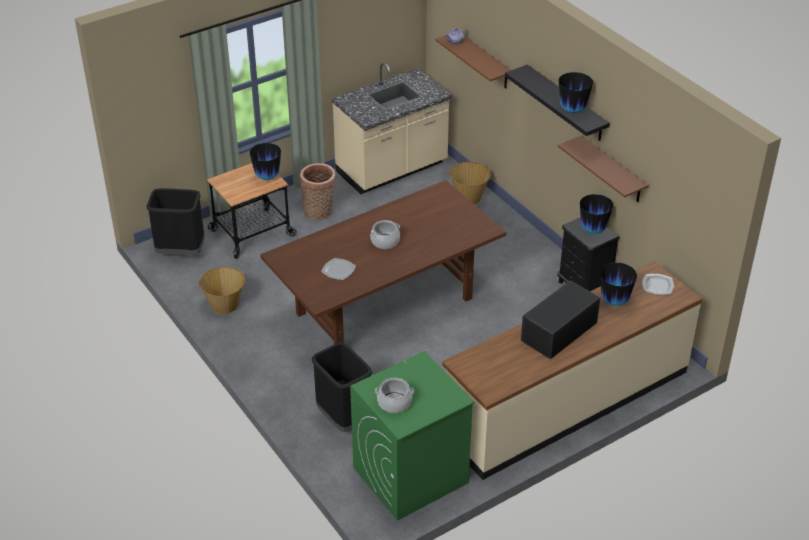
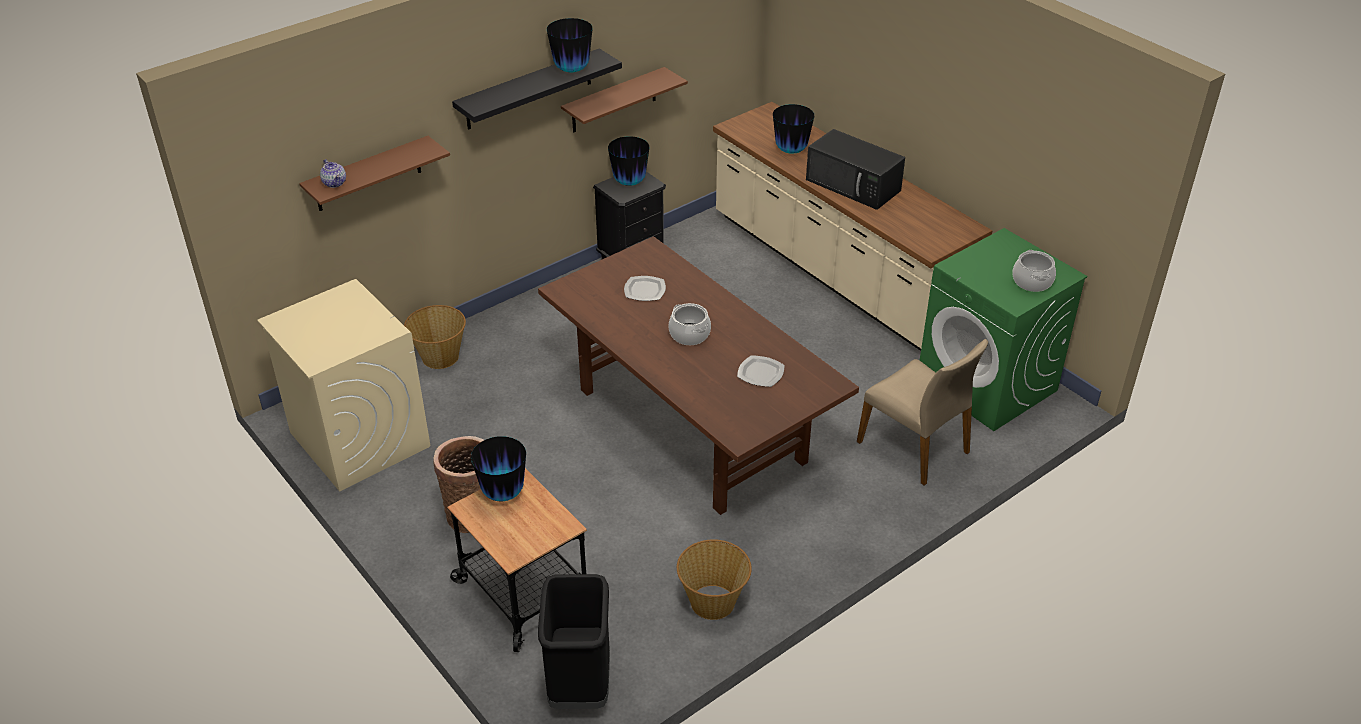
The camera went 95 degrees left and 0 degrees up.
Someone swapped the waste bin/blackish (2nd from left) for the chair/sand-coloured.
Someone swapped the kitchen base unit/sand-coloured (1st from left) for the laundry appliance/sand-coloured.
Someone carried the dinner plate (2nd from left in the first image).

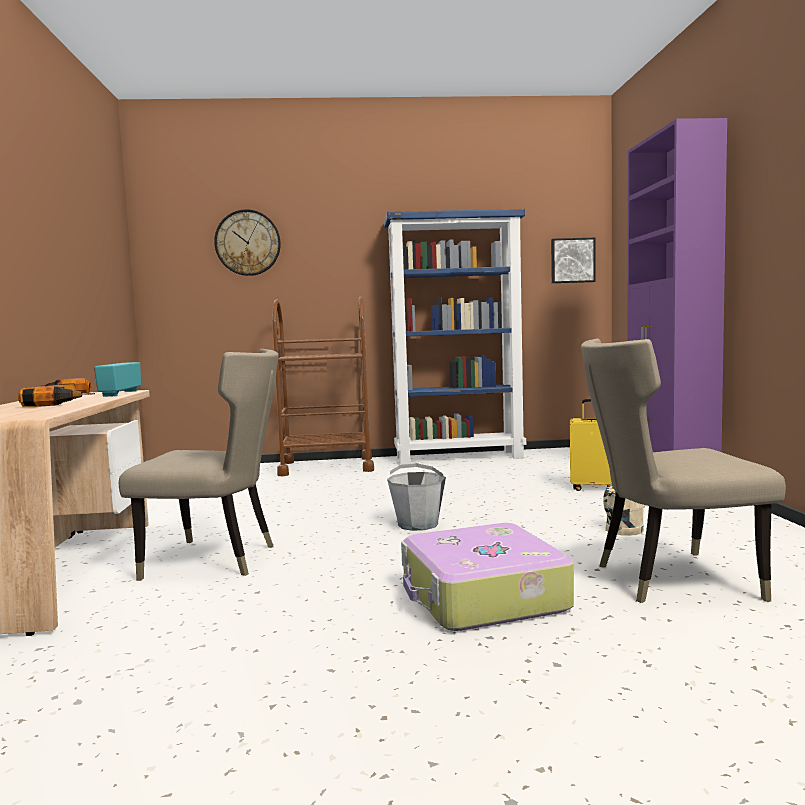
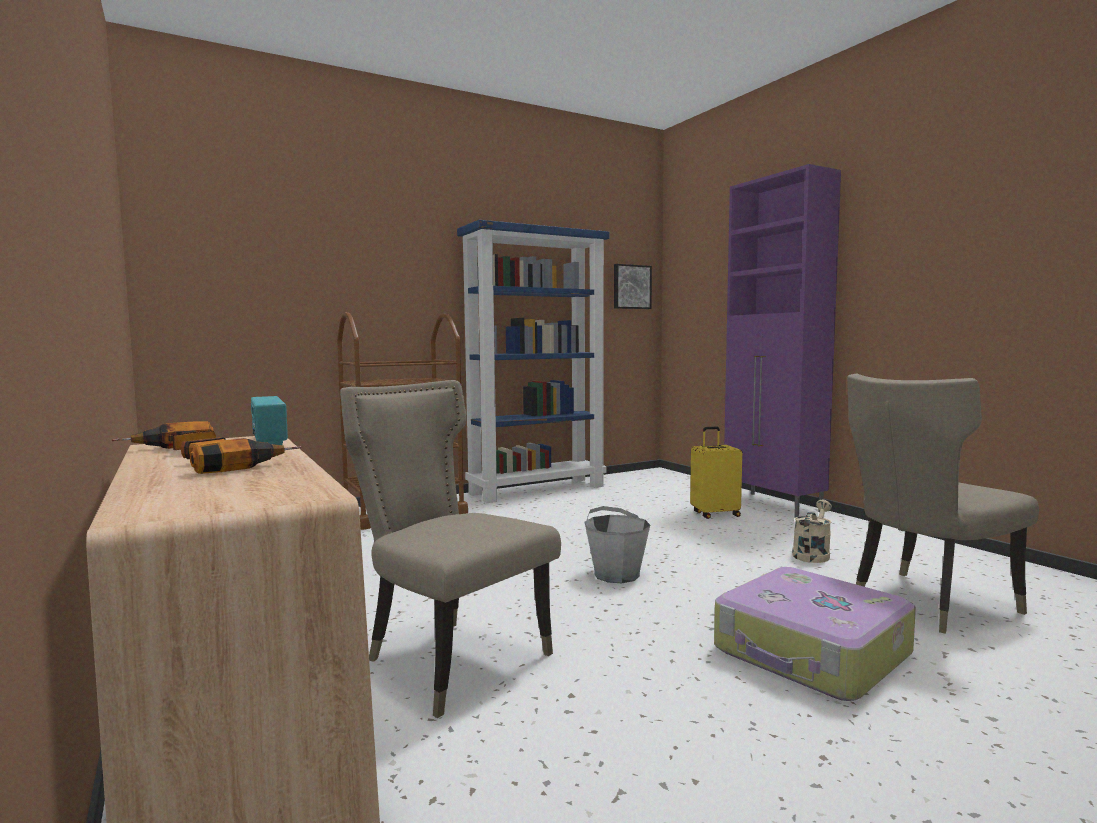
The camera went 25 degrees left and 0 degrees up.
Someone rotated the chair/sand-coloured (1st from left) by 120 degrees counterclockwise.
Someone took away the hanging clock.

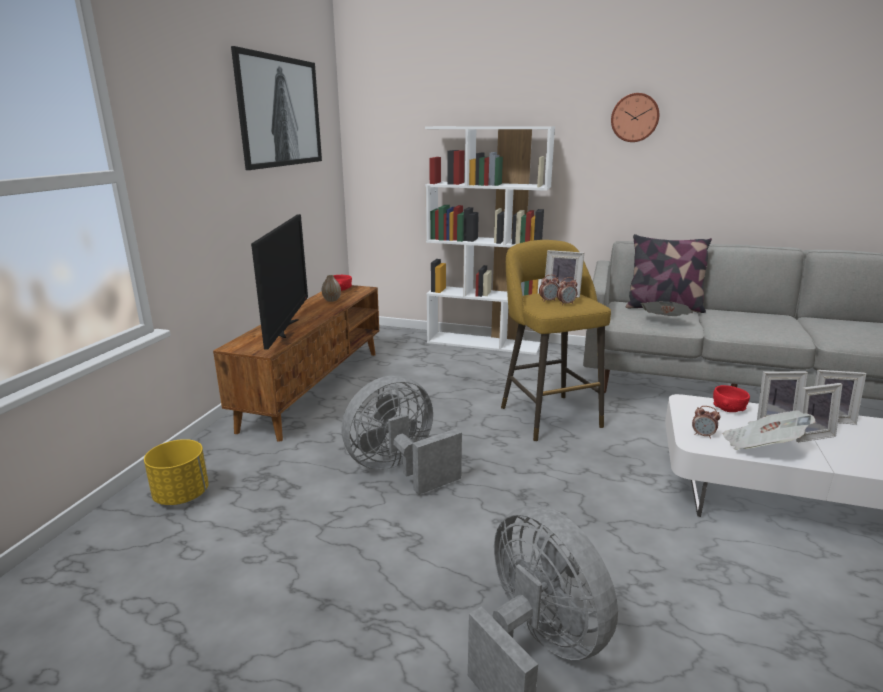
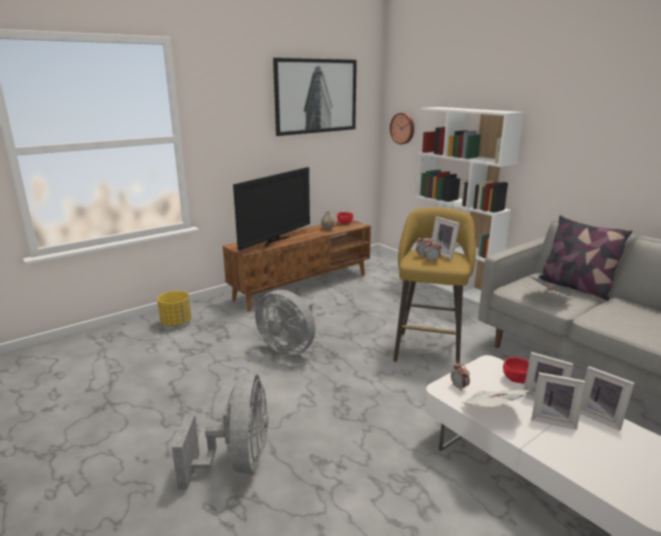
The camera went 35 degrees right and 0 degrees up.
Someone rotated the cooling fan/grey (1st from left in the first image) by 150 degrees counterclockwise.
Someone carried the hanging clock.

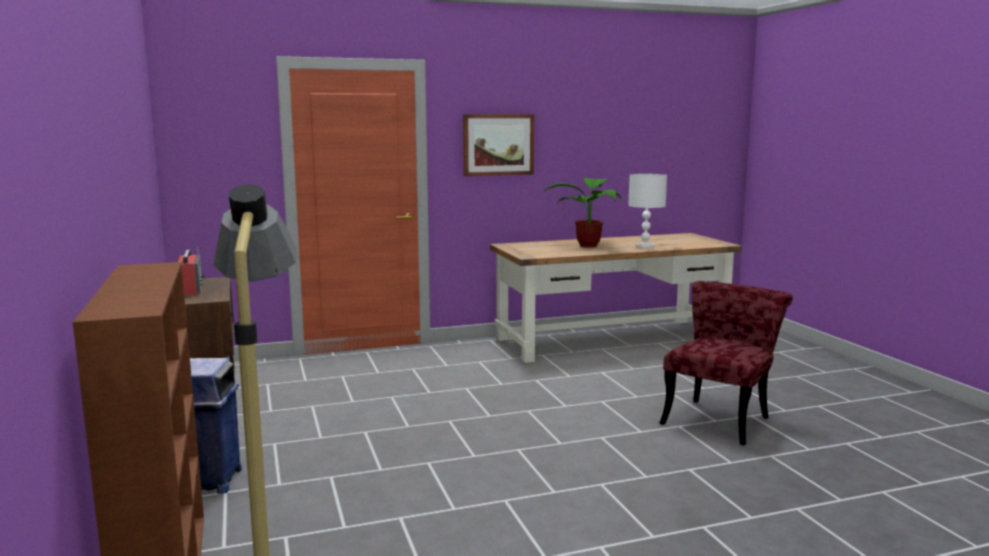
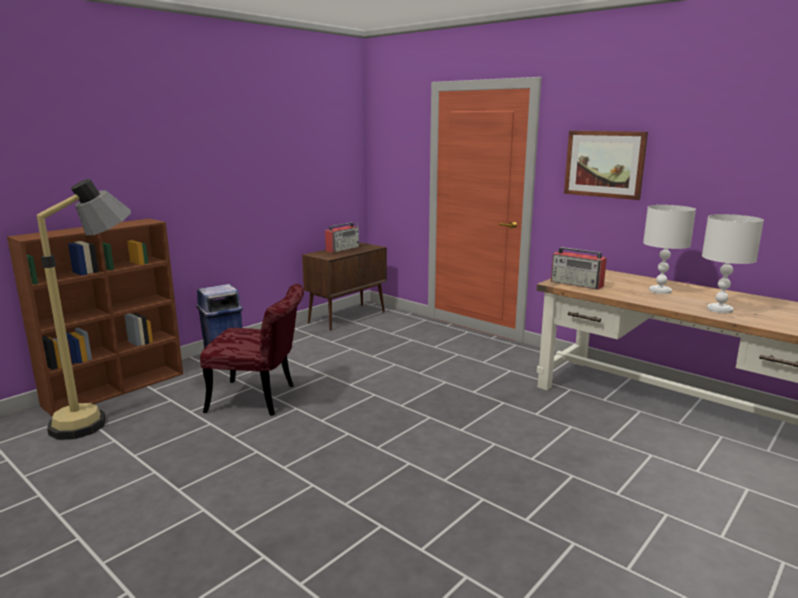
The camera went 60 degrees right and 5 degrees up.
Someone swapped the plant in a pot for the tabletop lamp/white-coloured (1st from left).
Someone carried the chair/red.
Someone put down the radio set (2nd from left).

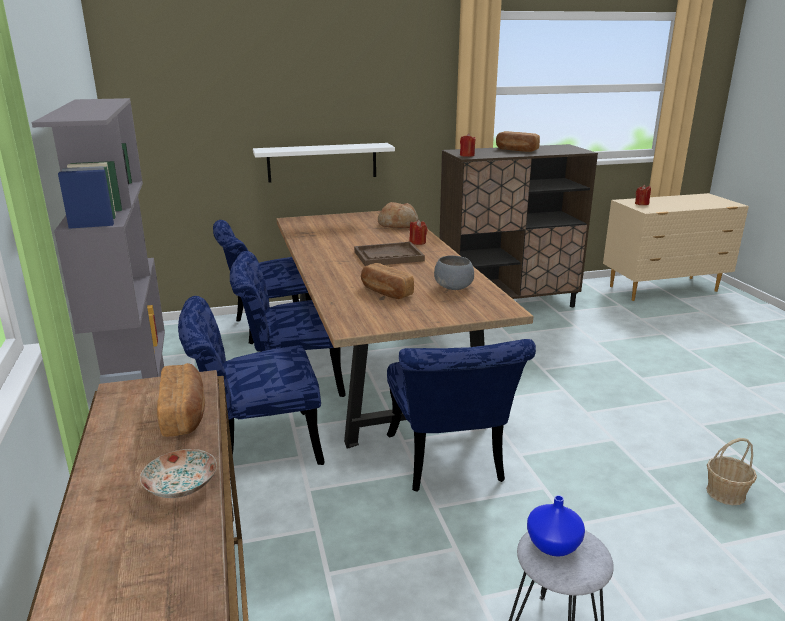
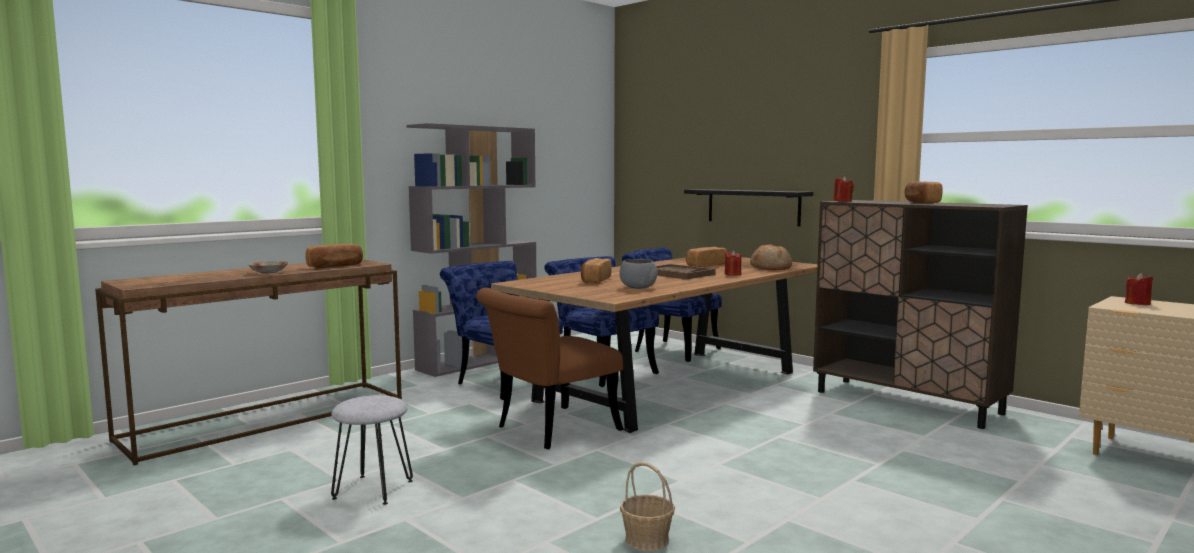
The camera went 60 degrees right and 15 degrees down.
Someone repainted the bracket shelf/white-coloured, which became the bracket shelf/blackish.
Someone repainted the chair/bluish (4th from left), which became the chair/brownish.
Someone took away the decorative vase/bluish.
Someone put down the bread (3rd from left).

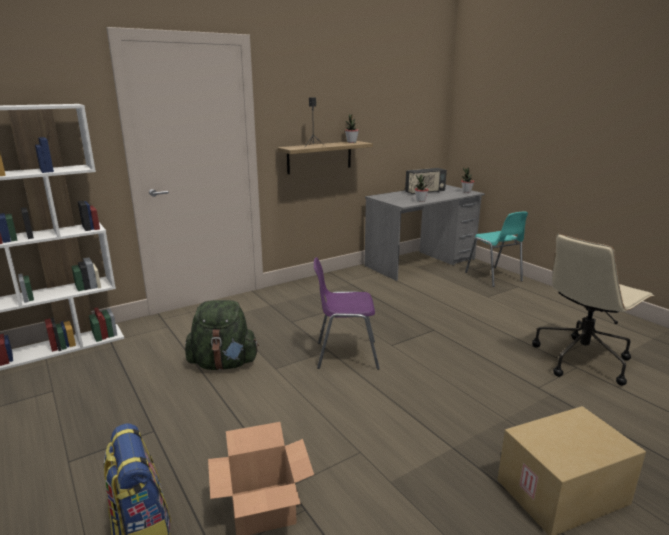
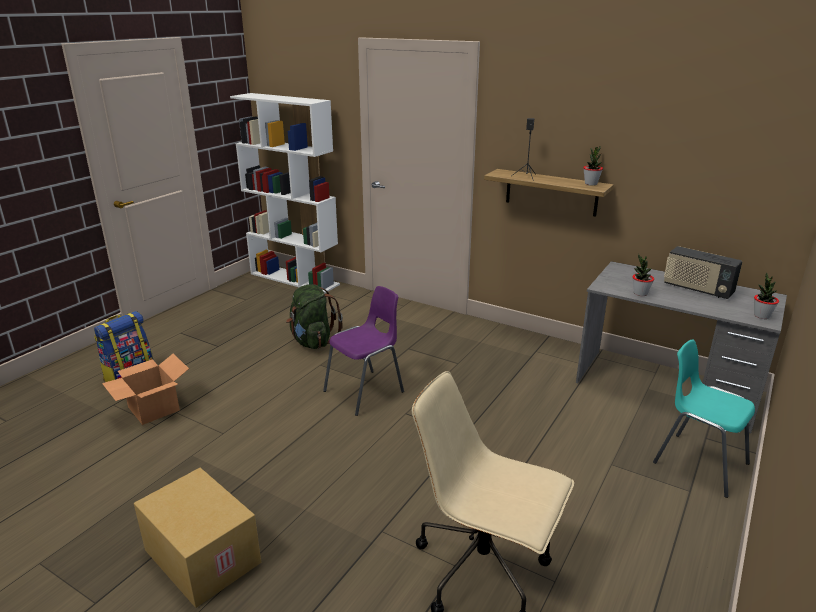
The camera went 65 degrees right and 5 degrees up.
Someone rotated the chair/purple-coloured by 75 degrees clockwise.
Someone rotated the chair/blue-green by 90 degrees clockwise.

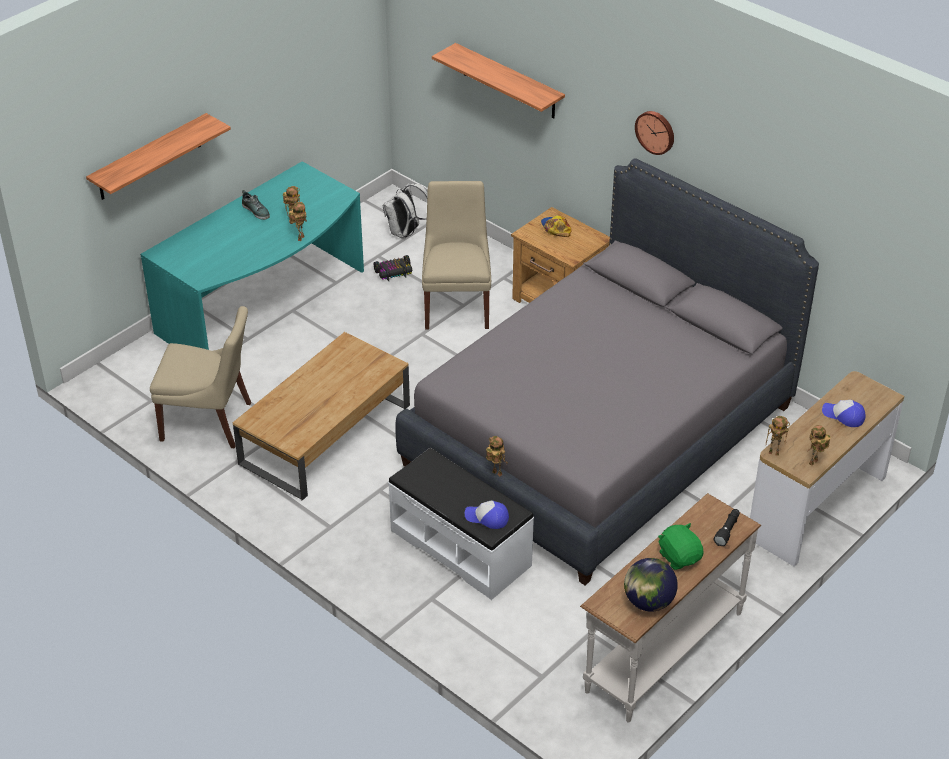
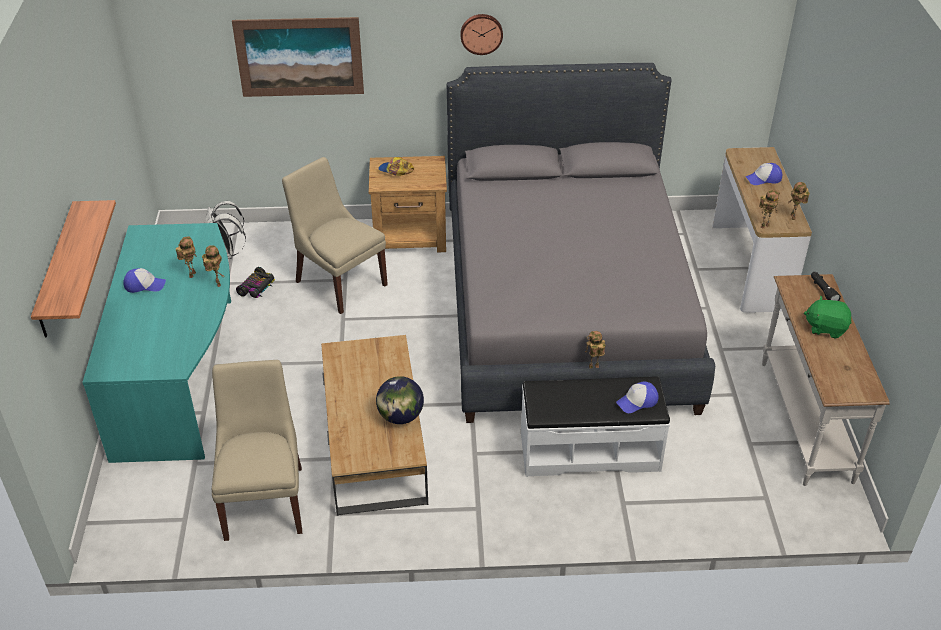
The camera went 45 degrees left and 0 degrees up.
Someone rotated the chair/sand-coloured (1st from left) by 60 degrees counterclockwise.
Someone swapped the low shoe for the baseball cap (1st from left).
Someone swapped the bracket shelf (2nd from left) for the wall art.
Someone carried the world globe.

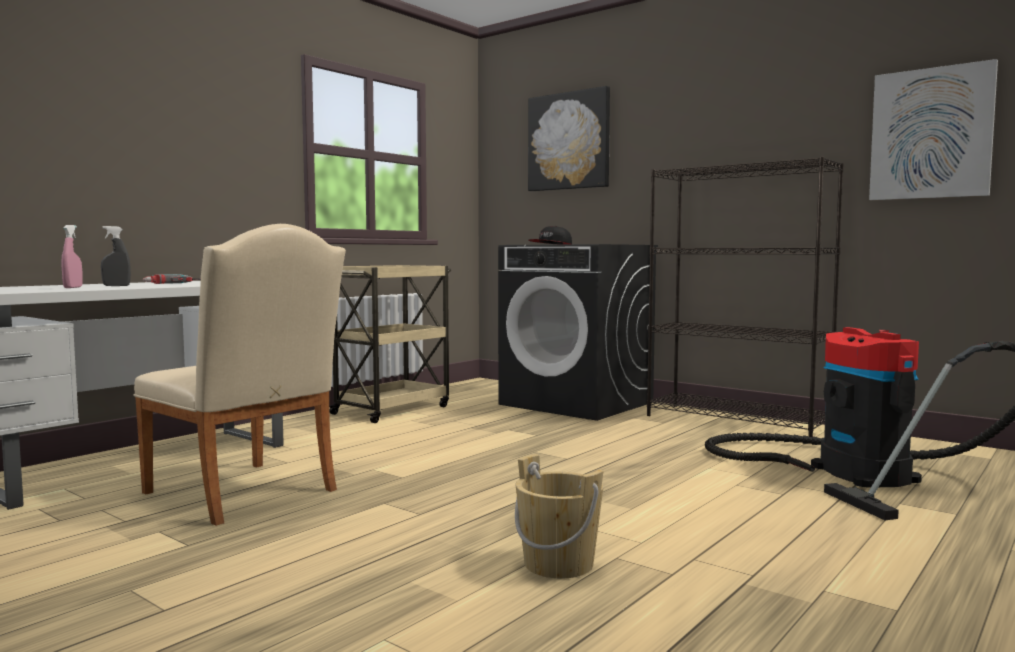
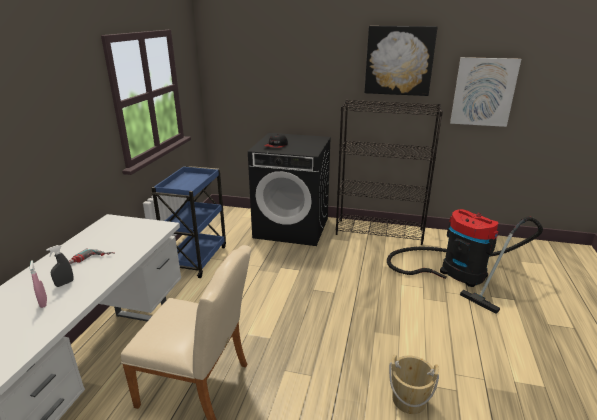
The camera went 25 degrees left and 20 degrees up.
Someone repainted the cart/sand-coloured, which became the cart/bluish.
Someone carried the wall art (1st from left).

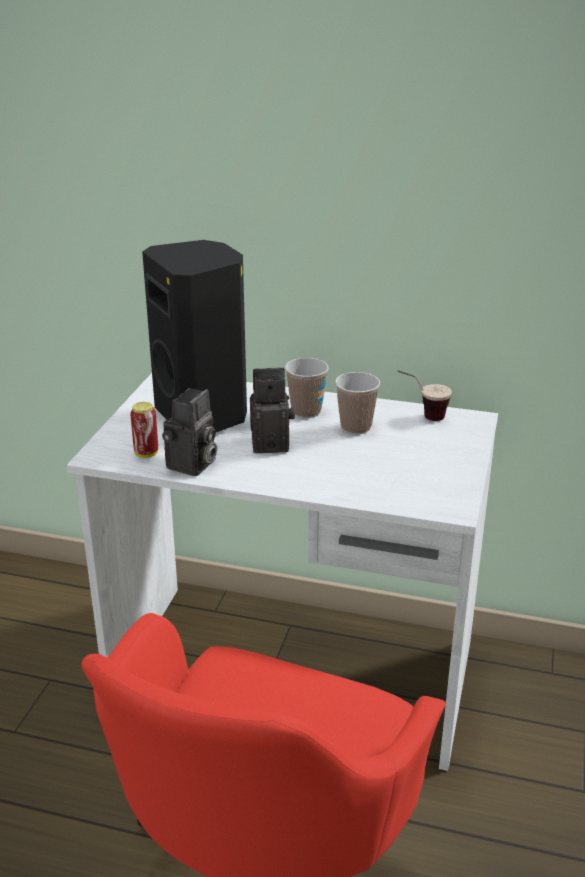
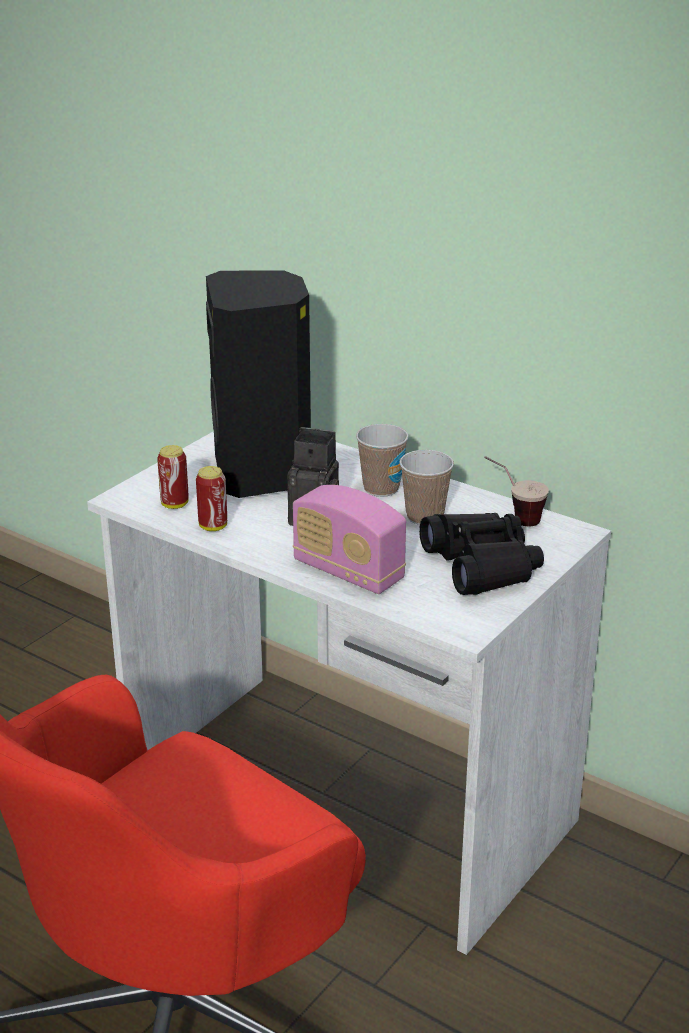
The camera went 20 degrees right and 0 degrees up.
Someone swapped the still camera (1st from left) for the metal can (2nd from left).
Someone put down the radio set.
Someone put down the binoculars/blackish.

